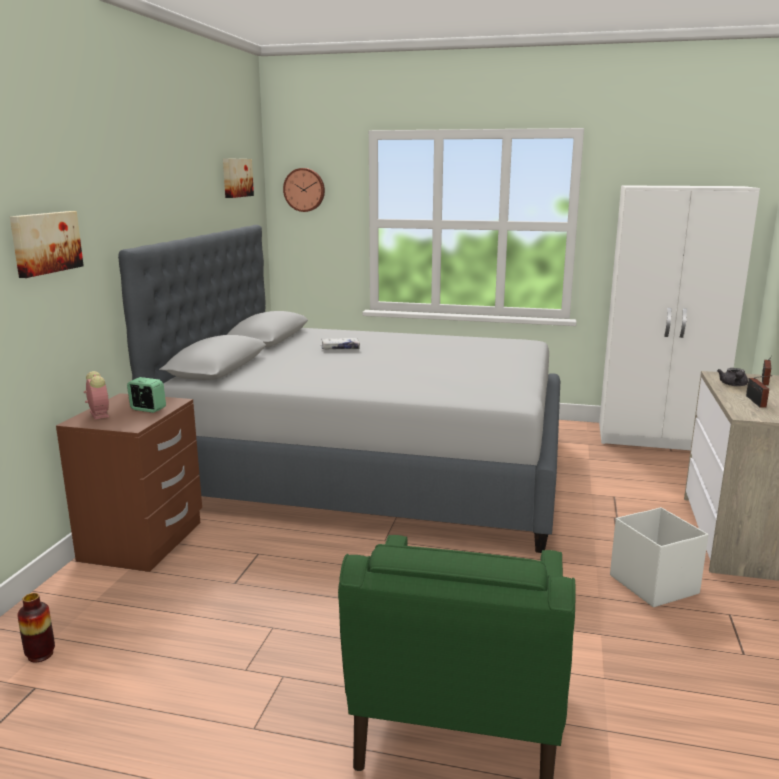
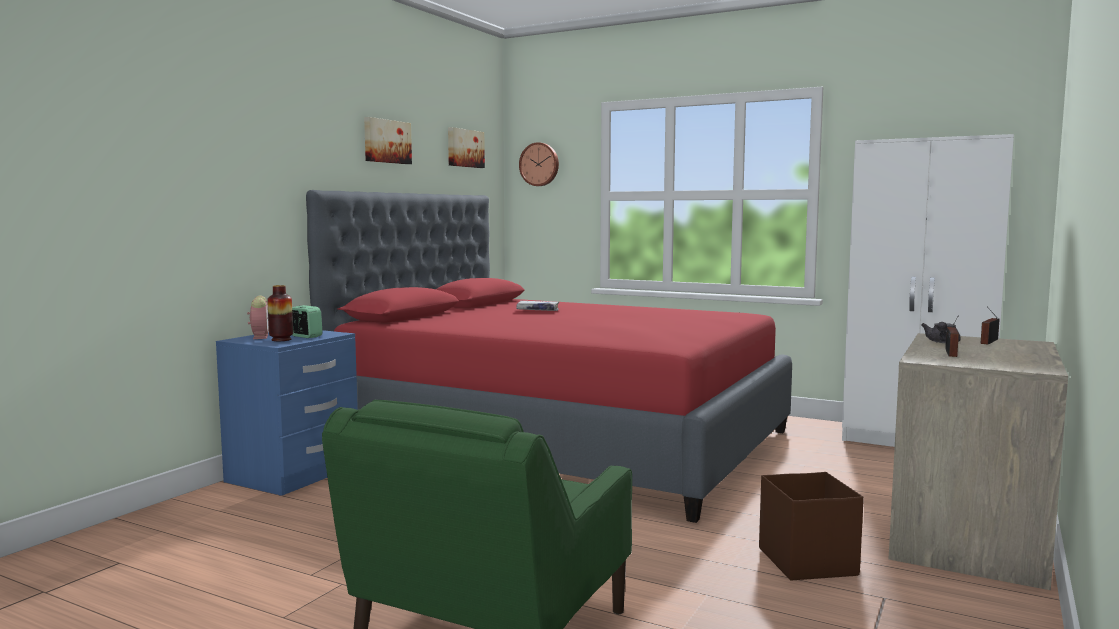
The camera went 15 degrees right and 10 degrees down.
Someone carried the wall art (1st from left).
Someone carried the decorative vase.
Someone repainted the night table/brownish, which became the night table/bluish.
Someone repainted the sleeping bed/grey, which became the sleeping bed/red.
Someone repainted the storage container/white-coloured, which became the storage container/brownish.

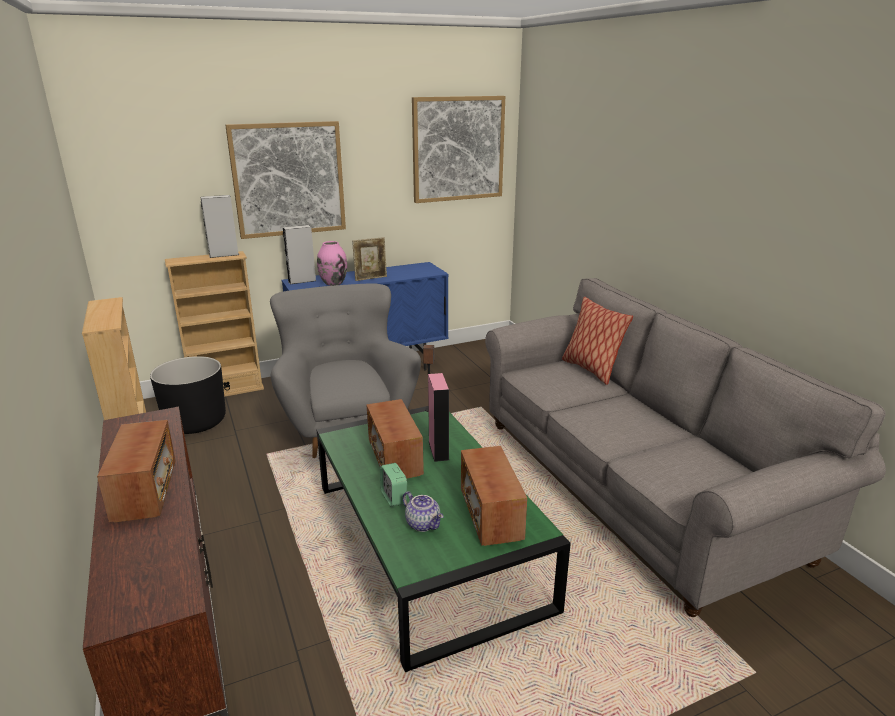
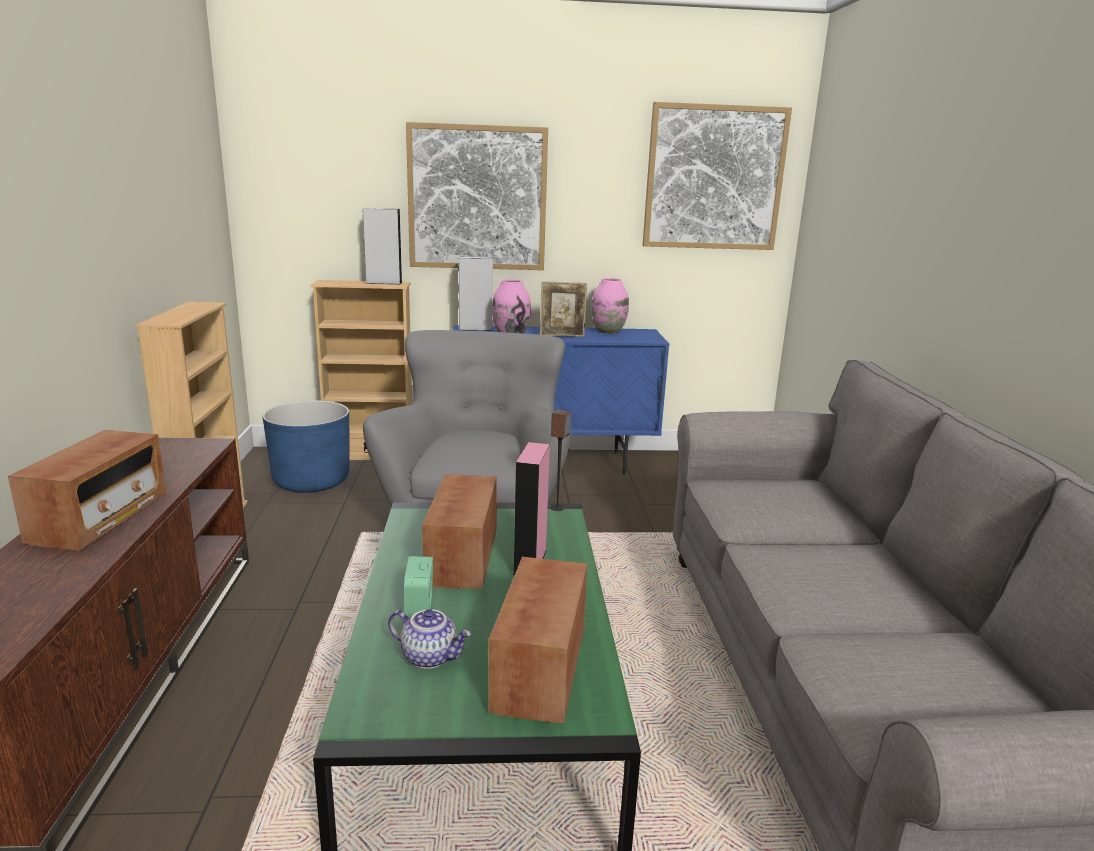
The camera went 20 degrees right and 5 degrees down.
Someone repainted the planter/blackish, which became the planter/bluish.
Someone rotated the tea pot by 45 degrees counterclockwise.
Someone took away the cushion.
Someone put down the decorative vase/pink (2nd from left).

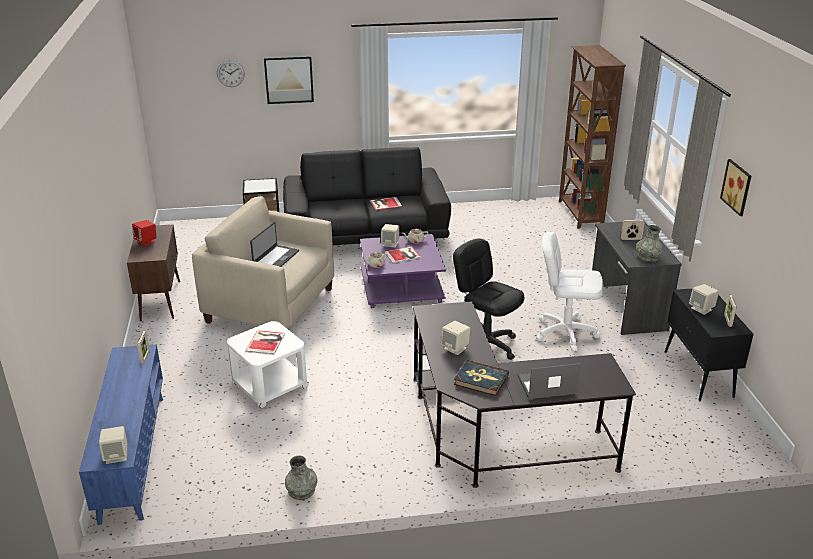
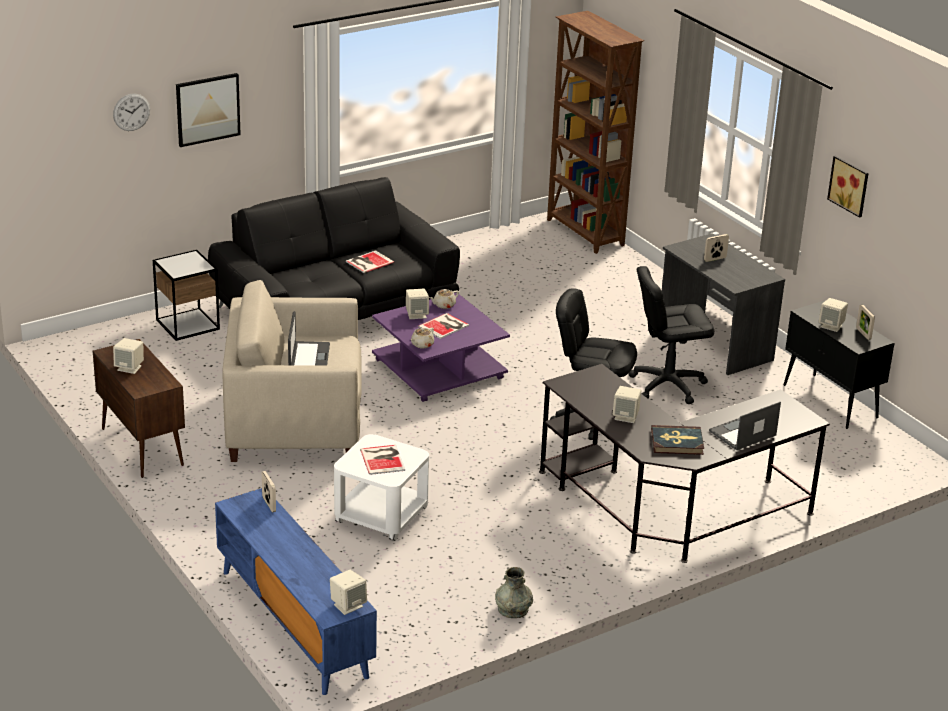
The camera went 25 degrees left and 0 degrees up.
Someone repainted the speaker/red, which became the speaker/sand-coloured (1st from left).
Someone repainted the computer chair/white-coloured, which became the computer chair/blackish (2nd from left).
Someone took away the decorative vase/grey (2nd from left).

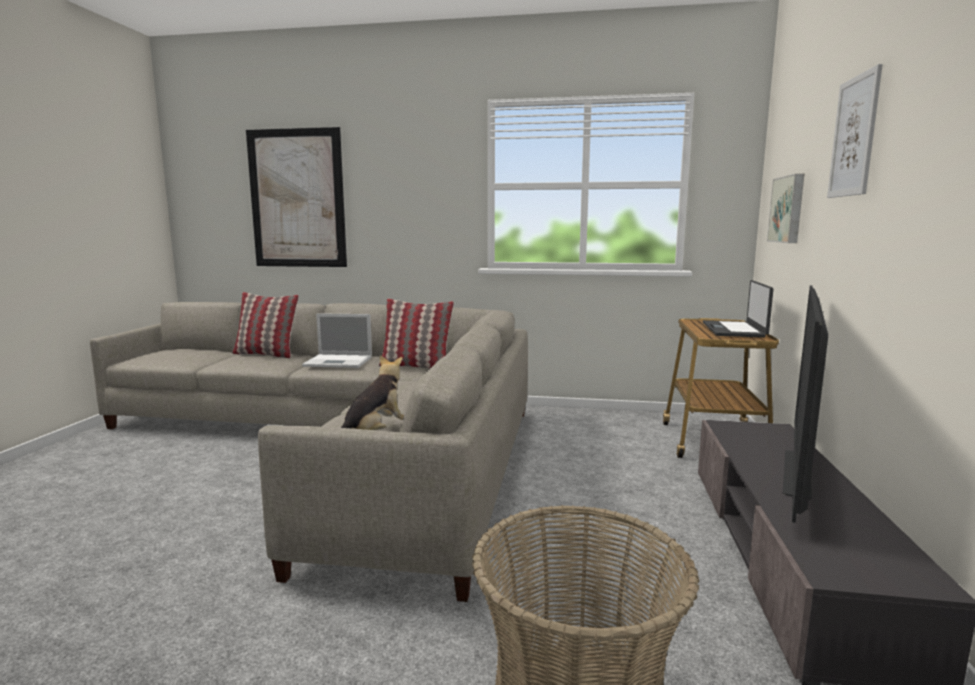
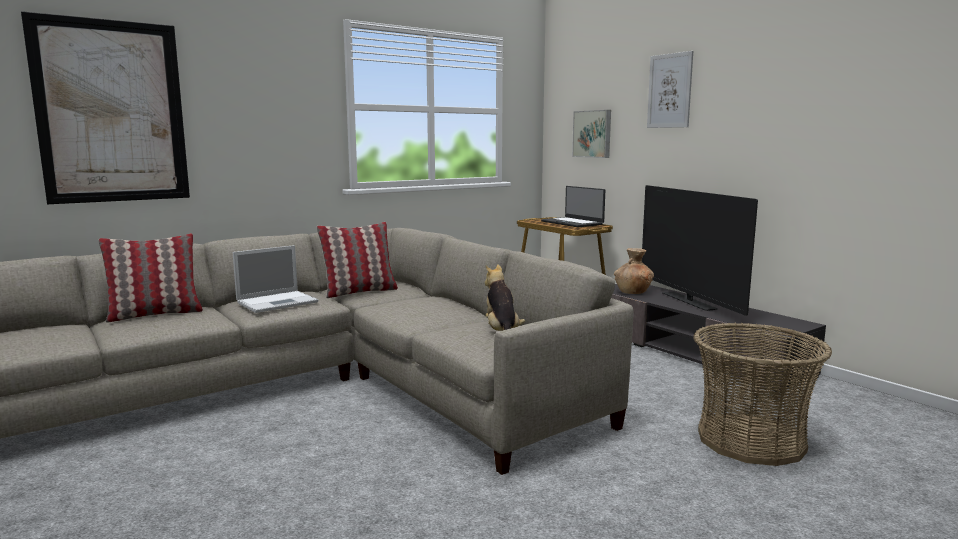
The camera went 45 degrees left and 0 degrees up.
Someone put down the decorative vase/brownish.

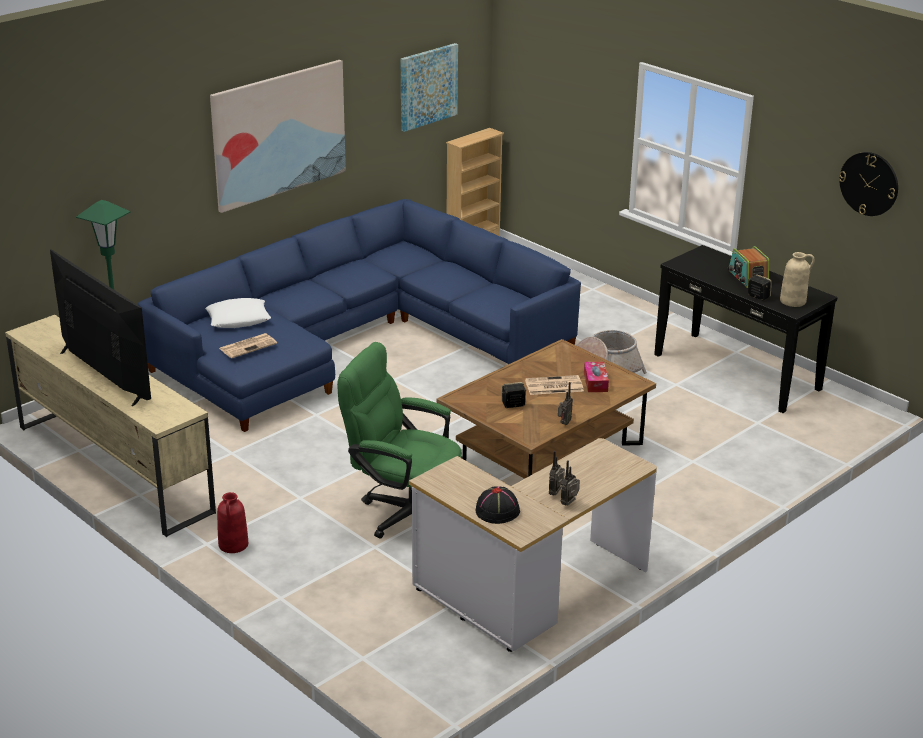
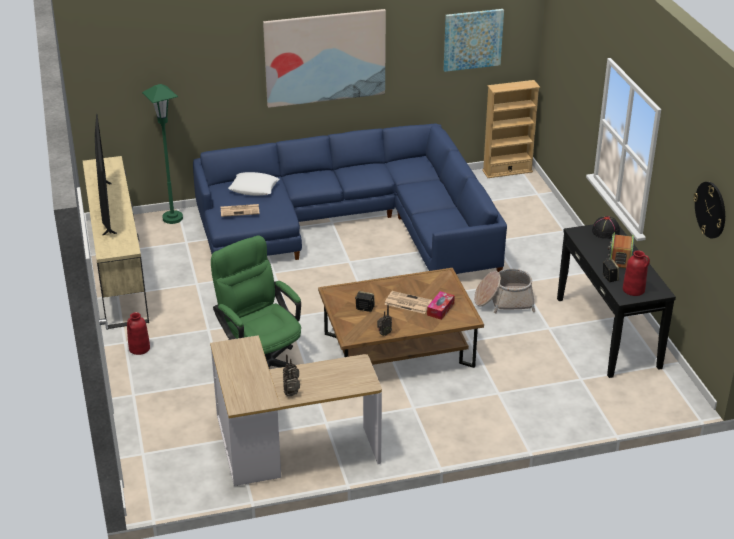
The camera went 30 degrees right and 5 degrees up.
Someone carried the wearable hat/blackish.
Someone repainted the decorative vase/sand-coloured, which became the decorative vase/red (2nd from left).

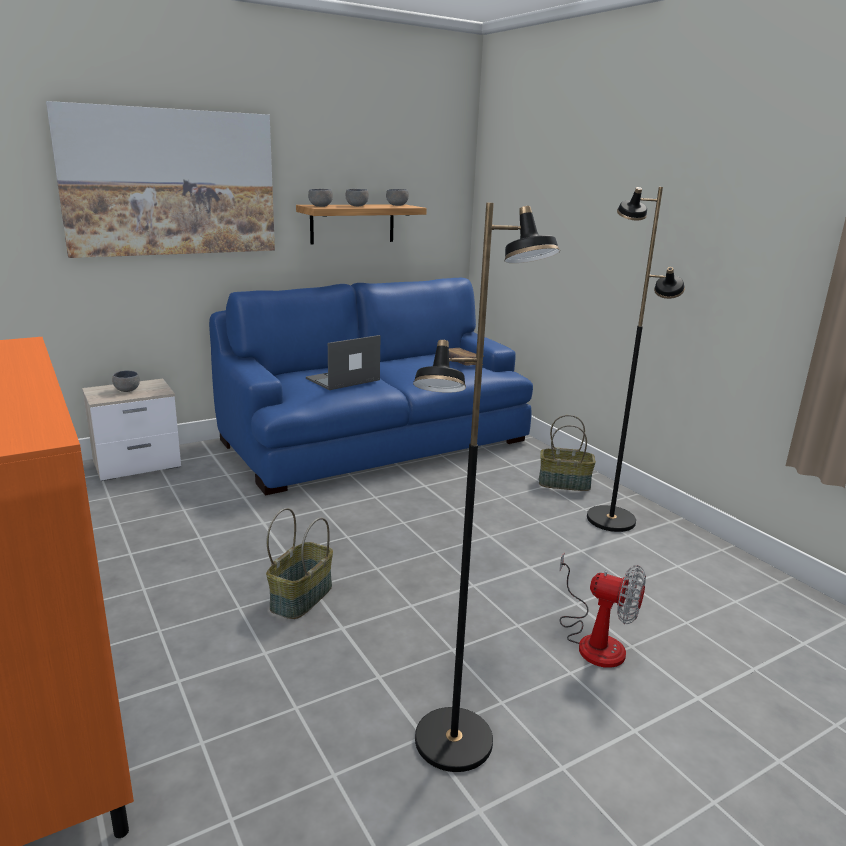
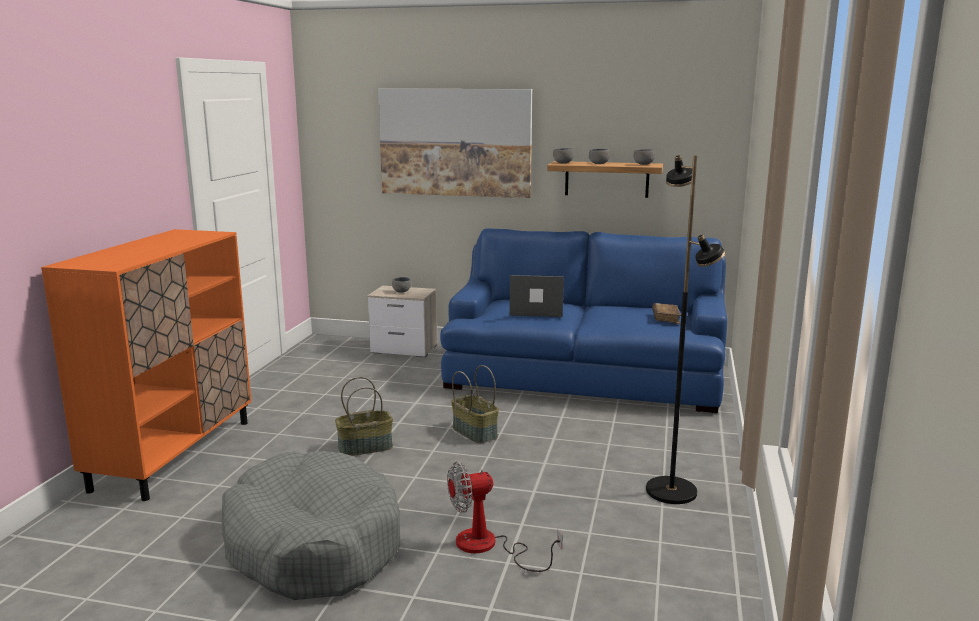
The camera went 45 degrees right and 5 degrees down.
Someone swapped the standard lamp/blackish (1st from left) for the pet bed/grey.
Someone carried the basket (2nd from left).
Someone rotated the cooling fan by 90 degrees clockwise.

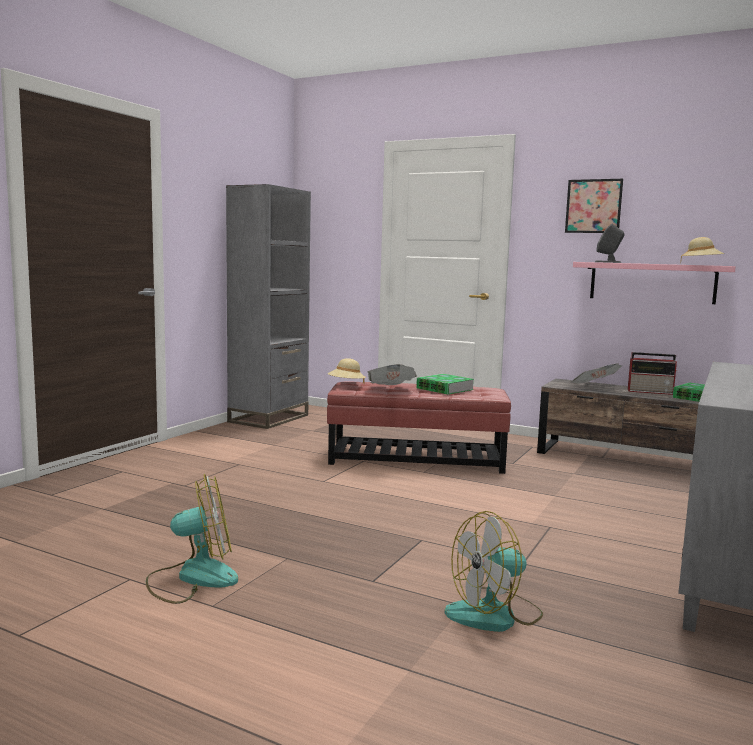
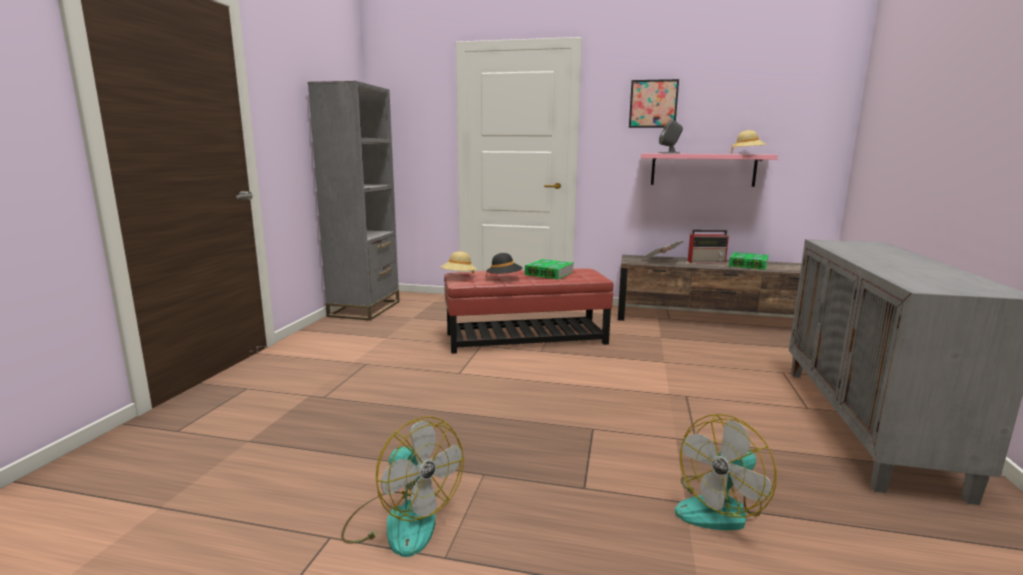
The camera went 15 degrees left and 5 degrees up.
Someone rotated the cooling fan (1st from left) by 75 degrees clockwise.
Someone swapped the daily paper (1st from left) for the wearable hat/blackish.

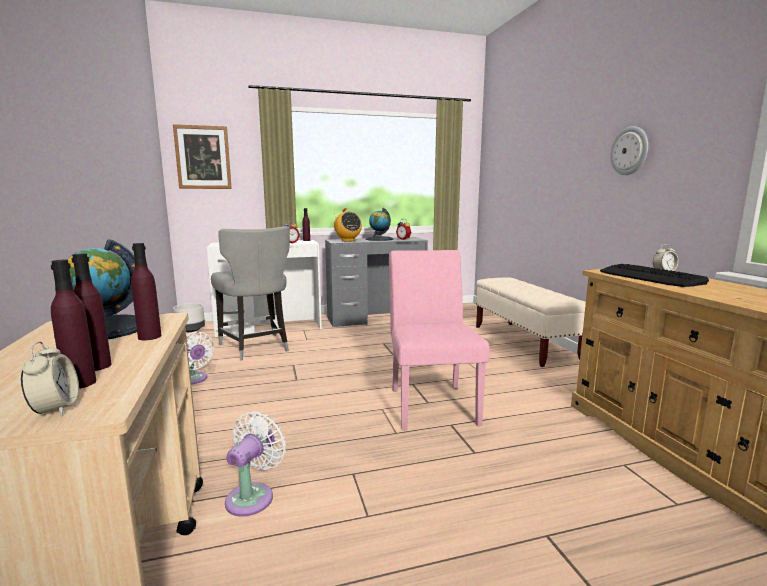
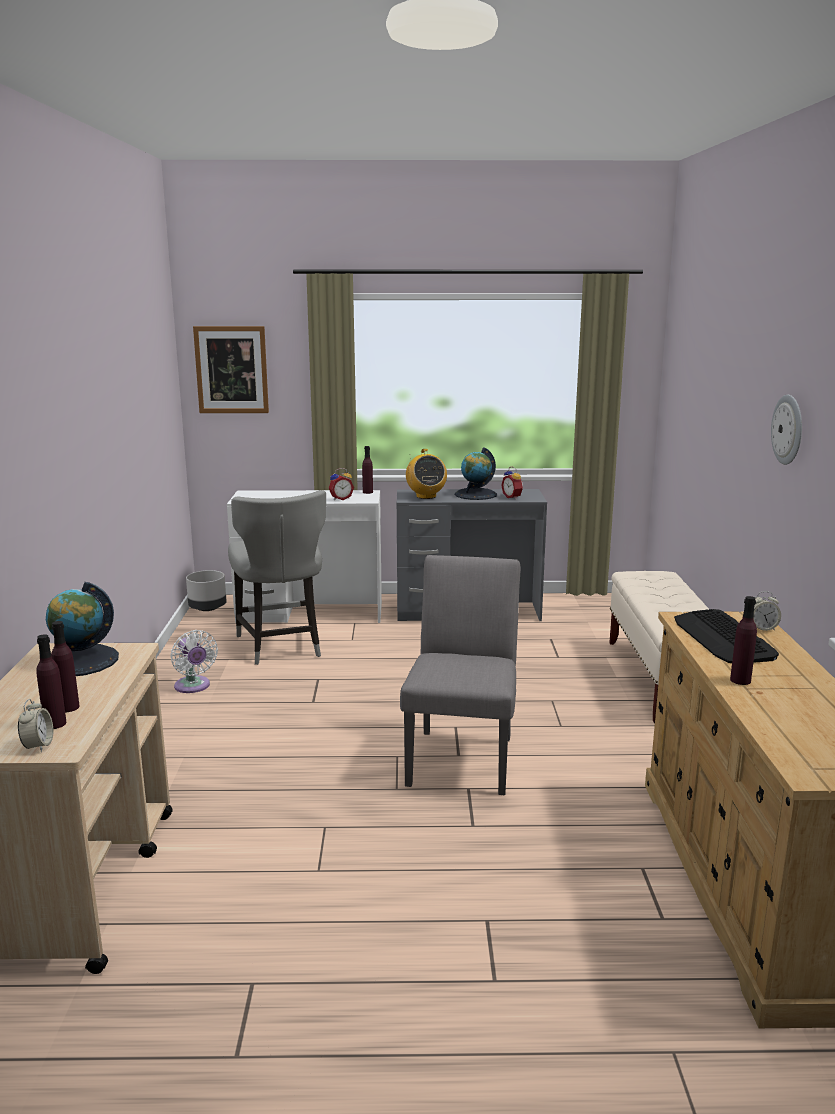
The camera went 15 degrees right and 5 degrees up.
Someone carried the drink bottle/purple-coloured (3rd from left in the first image).
Someone took away the cooling fan/white-coloured (2nd from left).
Someone repainted the chair/pink, which became the chair/grey (2nd from left).

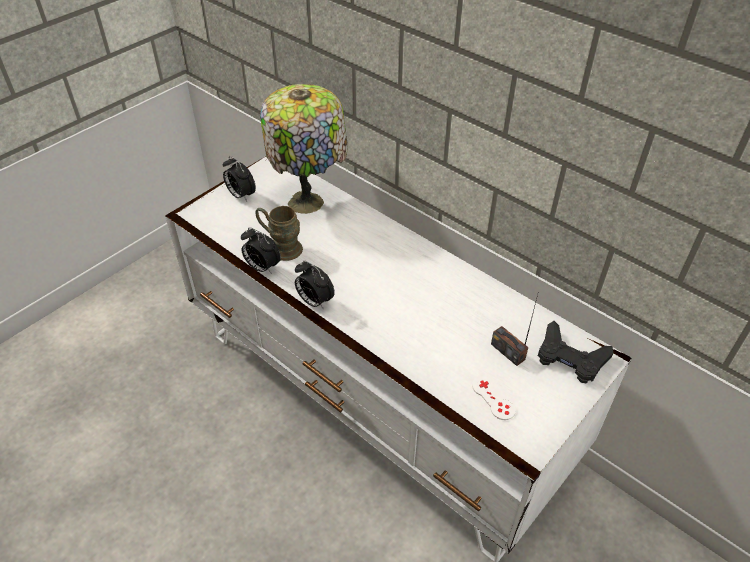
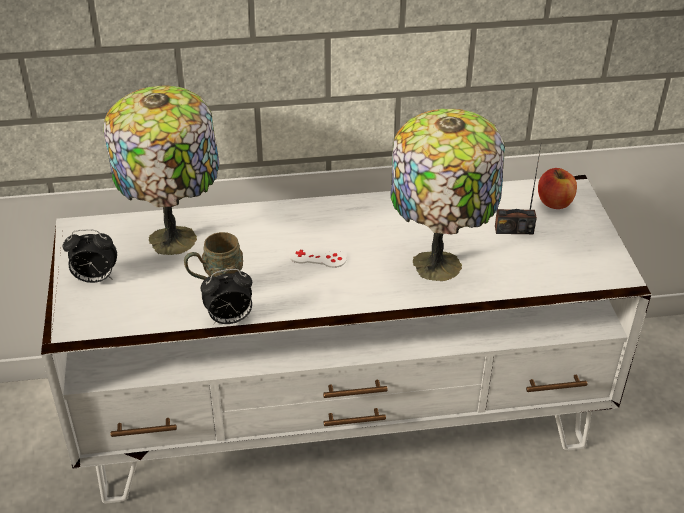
The camera went 50 degrees left and 5 degrees down.
Someone took away the bedside clock (3rd from left).
Someone carried the joypad/white-coloured.
Someone swapped the joypad/blackish for the apple.
Someone put down the tabletop lamp (2nd from left).

